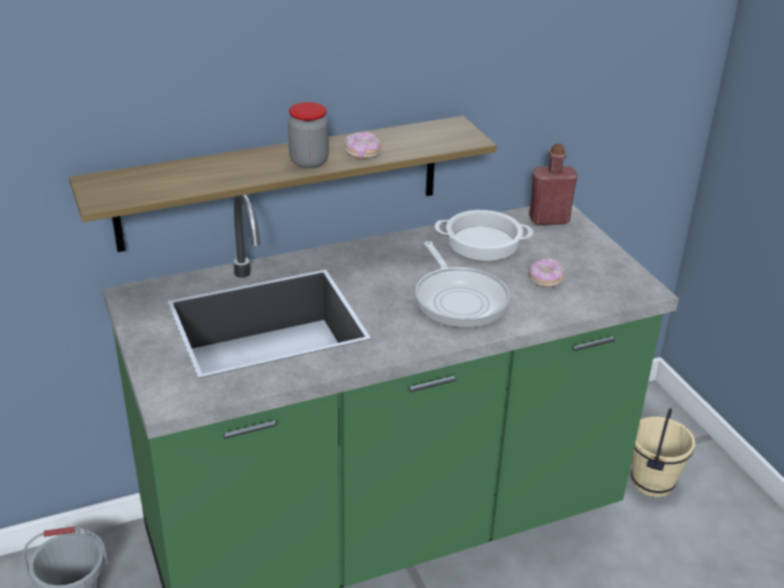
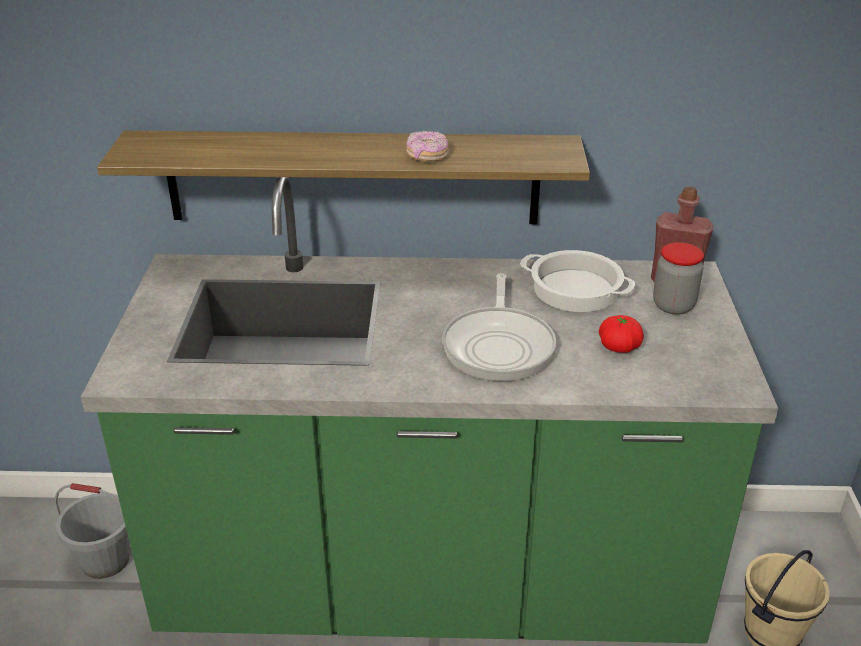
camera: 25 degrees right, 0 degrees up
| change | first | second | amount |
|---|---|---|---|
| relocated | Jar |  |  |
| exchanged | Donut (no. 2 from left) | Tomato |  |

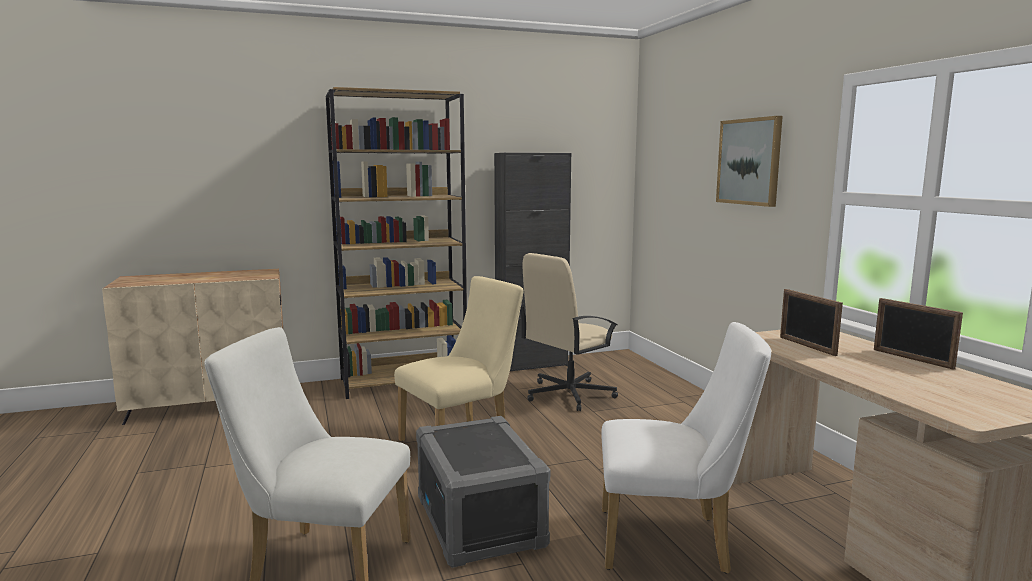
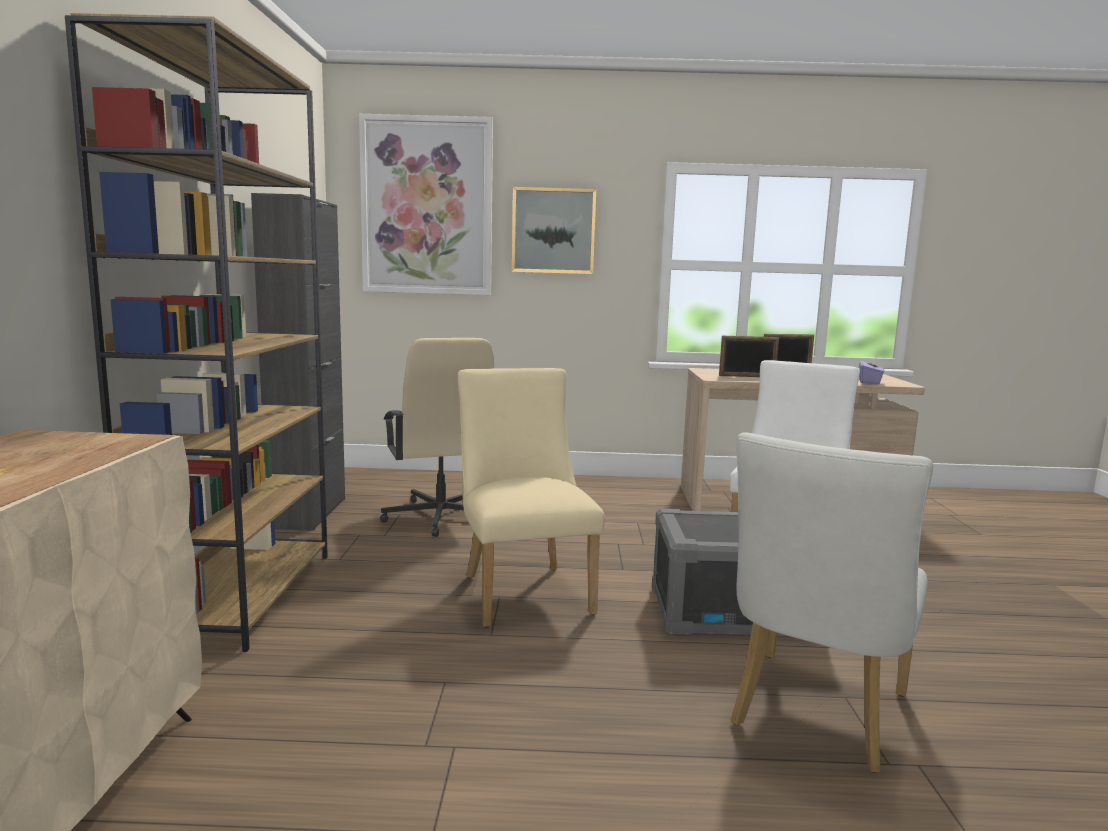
camera: 70 degrees left, 0 degrees up
| change | first | second | amount |
|---|---|---|---|
| appeared |  | Picture (no. 1 from left) |  |
| appeared |  | PurpleTissueBox |  |

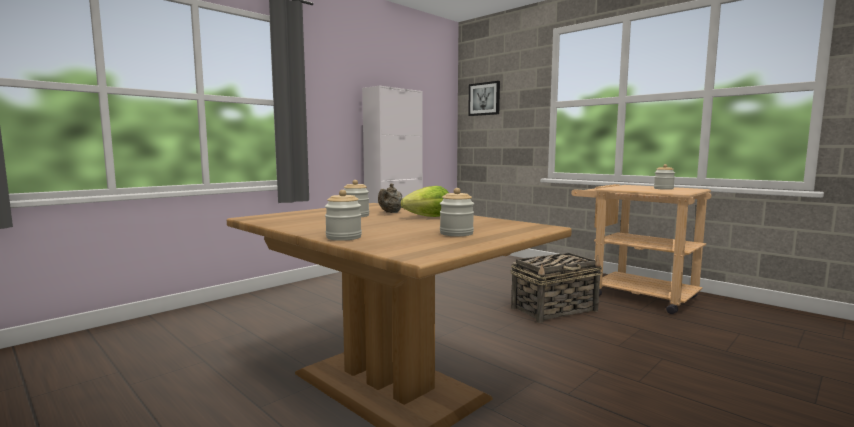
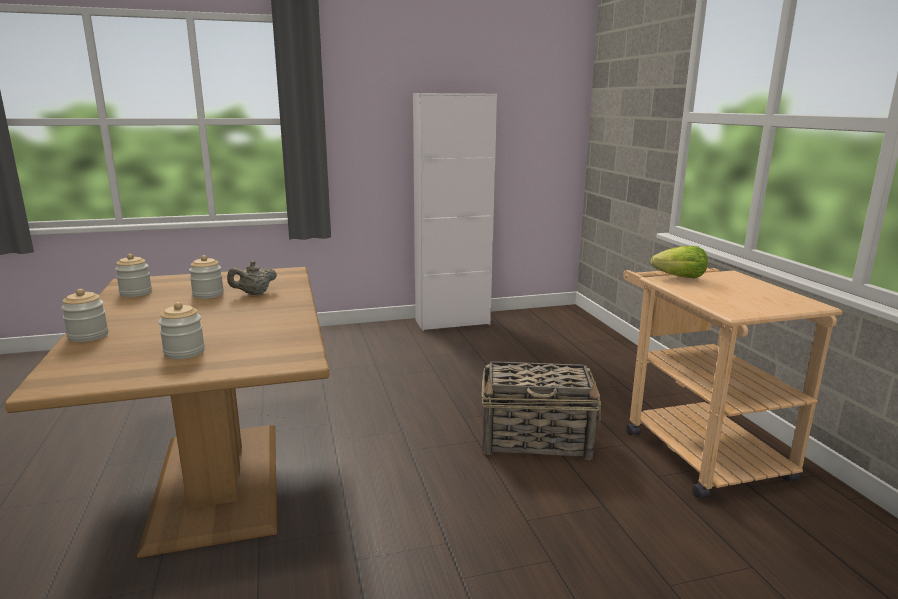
camera: 30 degrees right, 10 degrees up
| change | first | second | amount |
|---|---|---|---|
| missing | Picture |  |  |
| relocated | Jar (no. 4 from left in the first image) | Jar (no. 2 from left) |  |
| relocated | Lettuce |  |  |

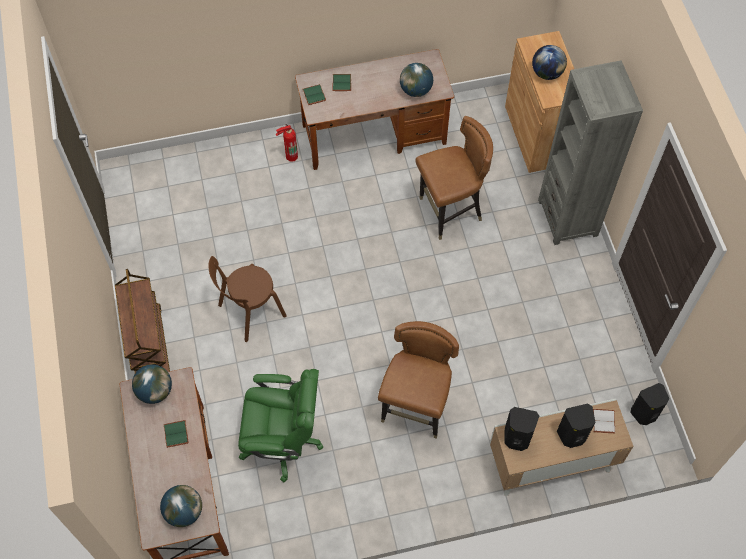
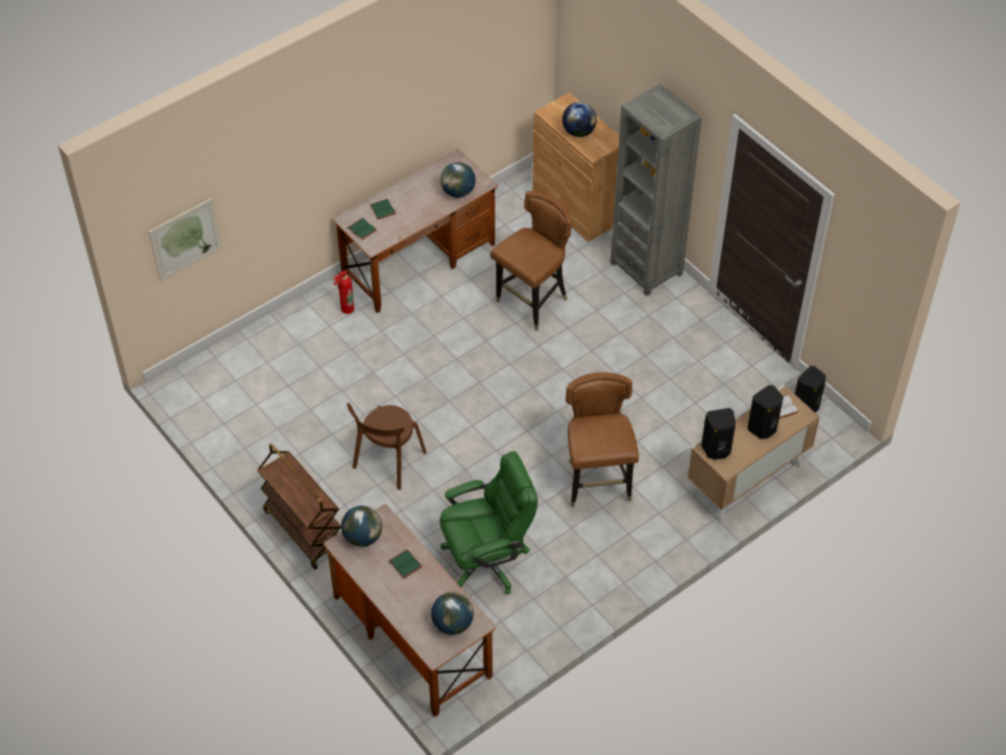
camera: 25 degrees left, 10 degrees down
| change | first | second | amount |
|---|---|---|---|
| appeared |  | Picture |  |

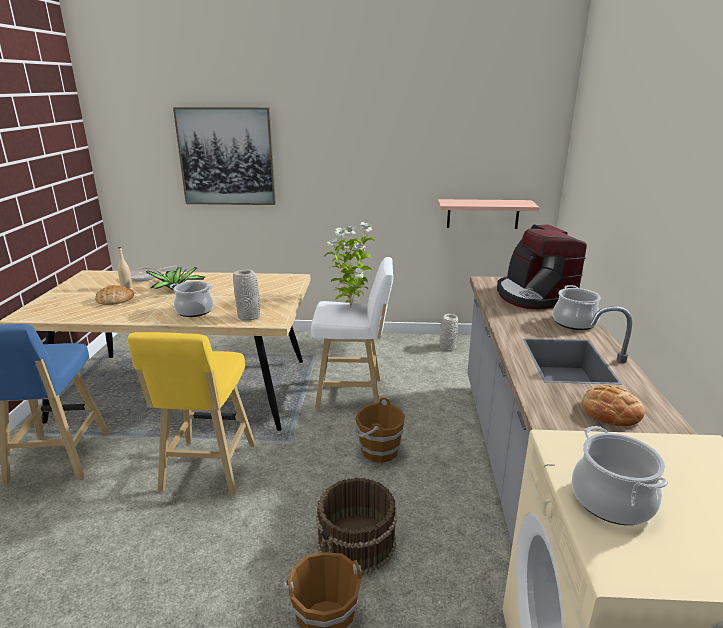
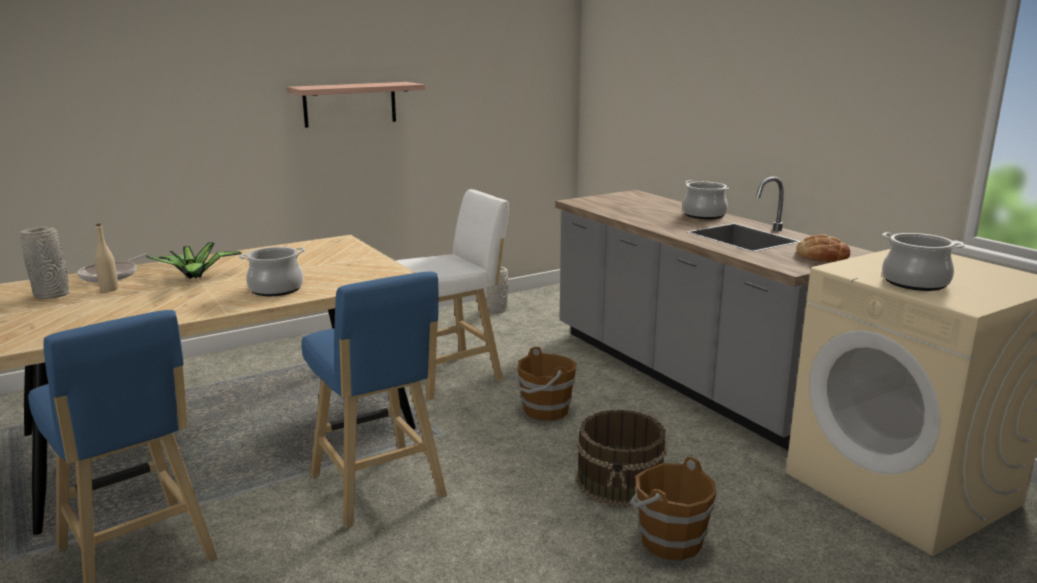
camera: 35 degrees left, 5 degrees down
| change | first | second | amount |
|---|---|---|---|
| missing | Picture |  |  |
| relocated | Shelf |  |  |
| missing | PottedPlant (no. 2 from left) |  |  |
| missing | CoffeeMachine |  |  |
| relocated | GreyVase (no. 1 from left) |  |  |
| missing | Bread (no. 1 from left) |  |  |
| colour | YellowStool | BlueStool (no. 2 from left) |  |

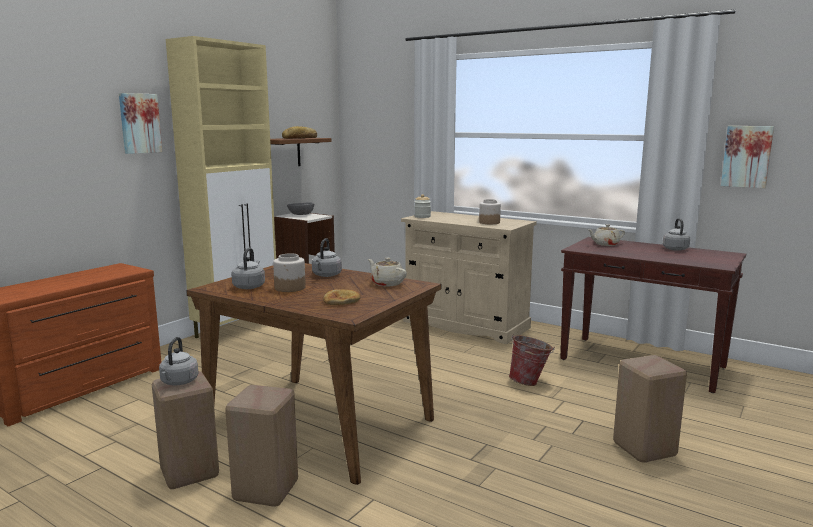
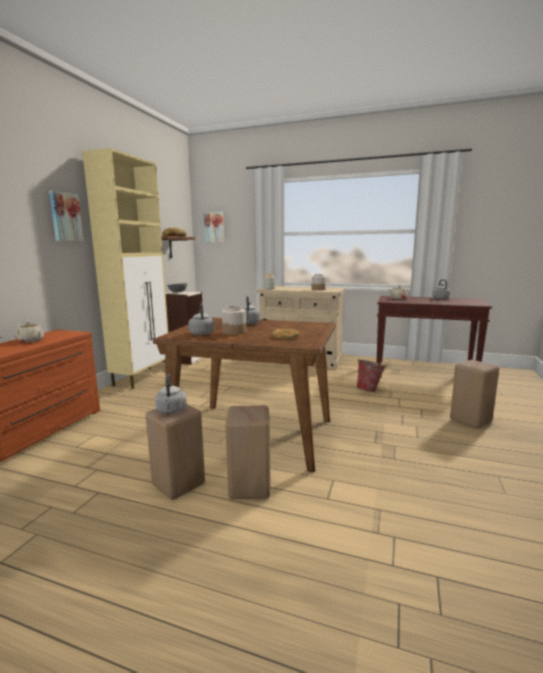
camera: 15 degrees left, 0 degrees up
| change | first | second | amount |
|---|---|---|---|
| relocated | Picture (no. 2 from left) |  |  |
| relocated | BeigeTeapot (no. 1 from left) |  |  |

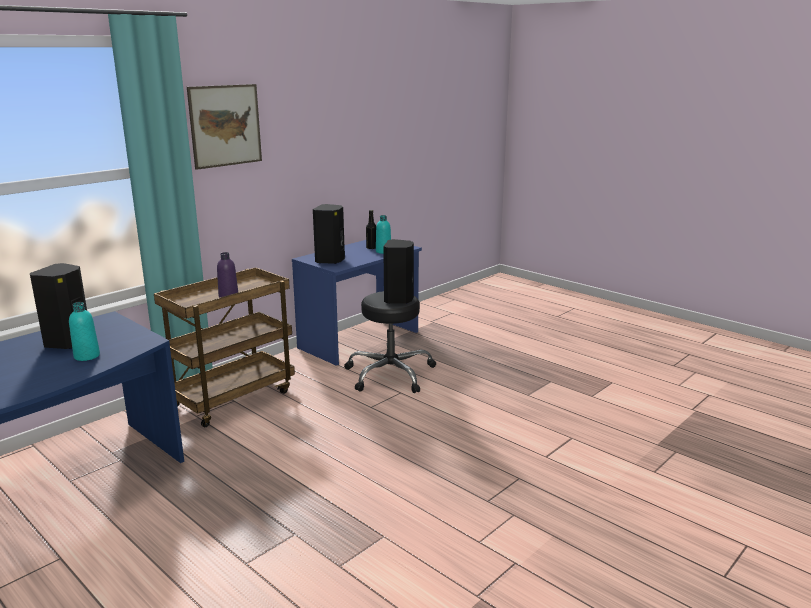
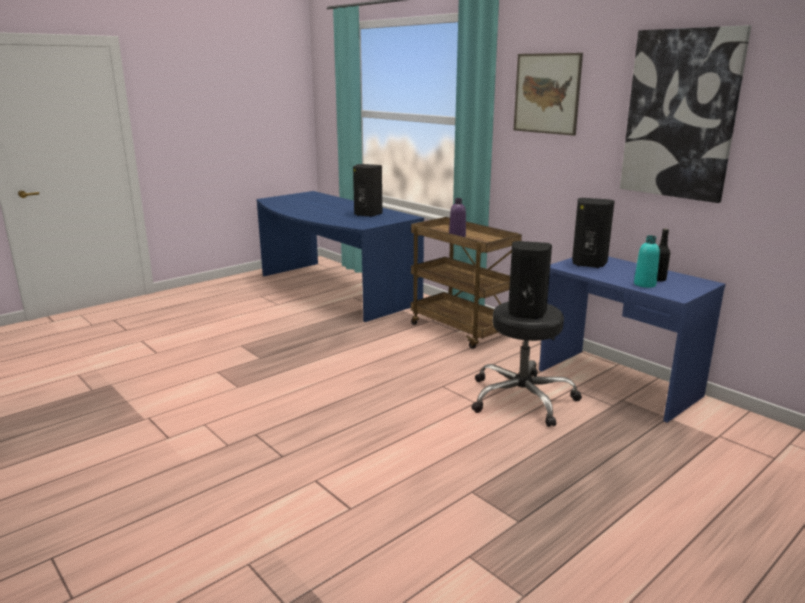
camera: 95 degrees right, 0 degrees up
| change | first | second | amount |
|---|---|---|---|
| missing | TurquoiseBottle (no. 1 from left) |  |  |
| appeared |  | Picture (no. 2 from left) |  |

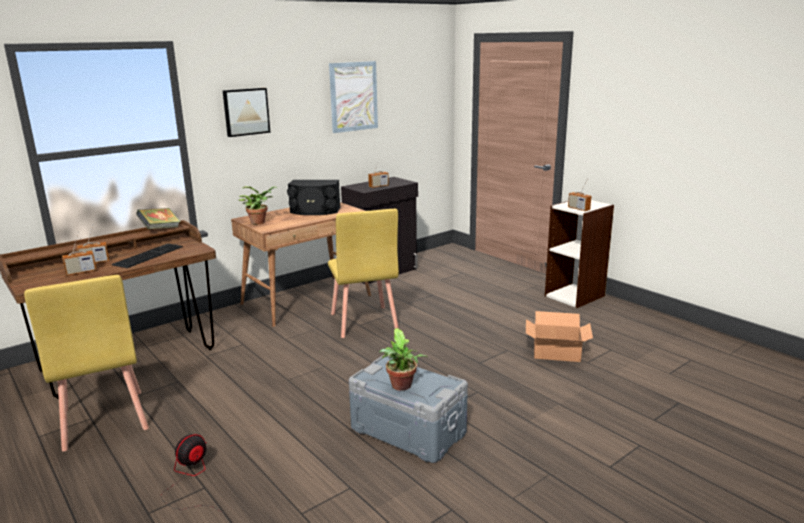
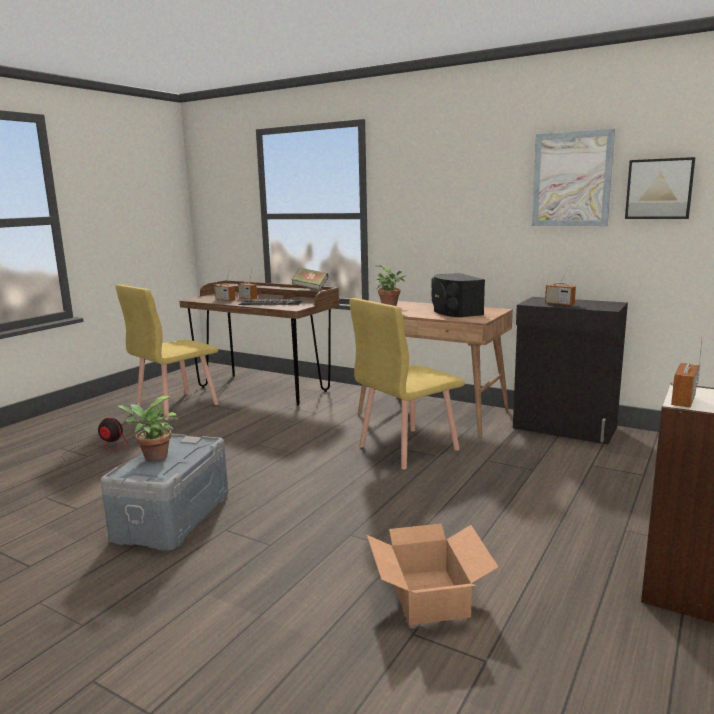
camera: 70 degrees right, 5 degrees down
| change | first | second | amount |
|---|---|---|---|
| relocated | Picture (no. 1 from left in the first image) | Picture (no. 2 from left) |  |

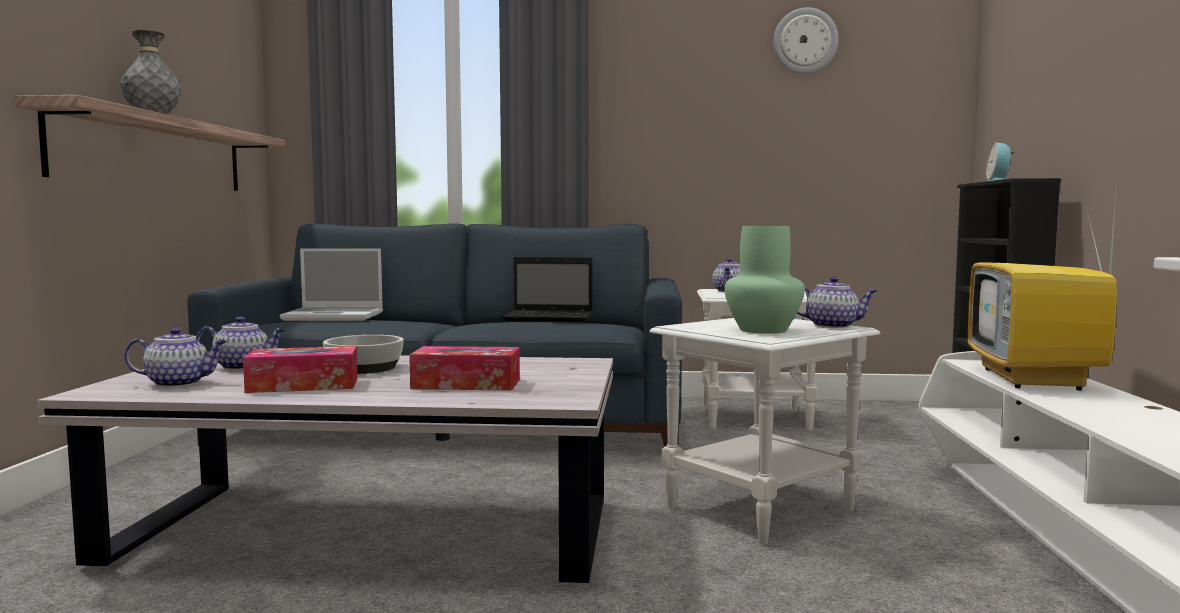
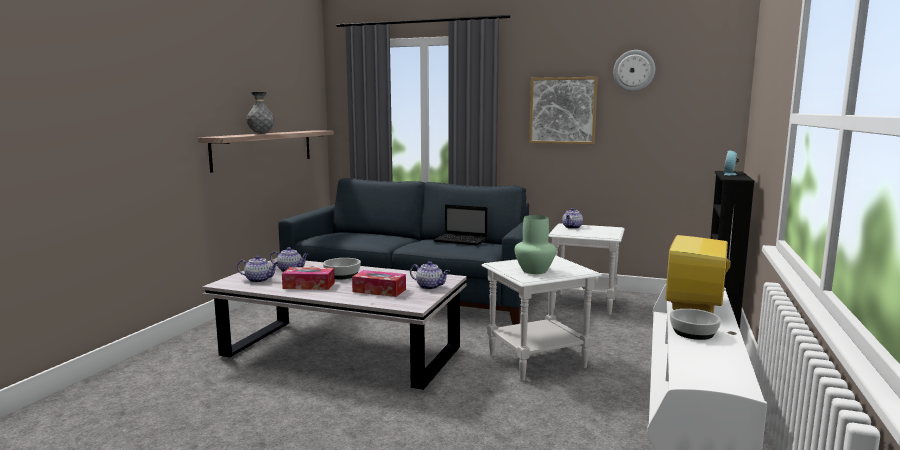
camera: 15 degrees right, 5 degrees up
| change | first | second | amount |
|---|---|---|---|
| missing | Laptop (no. 1 from left) |  |  |
| relocated | Teapot (no. 4 from left in the first image) | Teapot (no. 3 from left) |  |
| appeared |  | Picture |  |
| appeared |  | Bowl (no. 2 from left) |  |

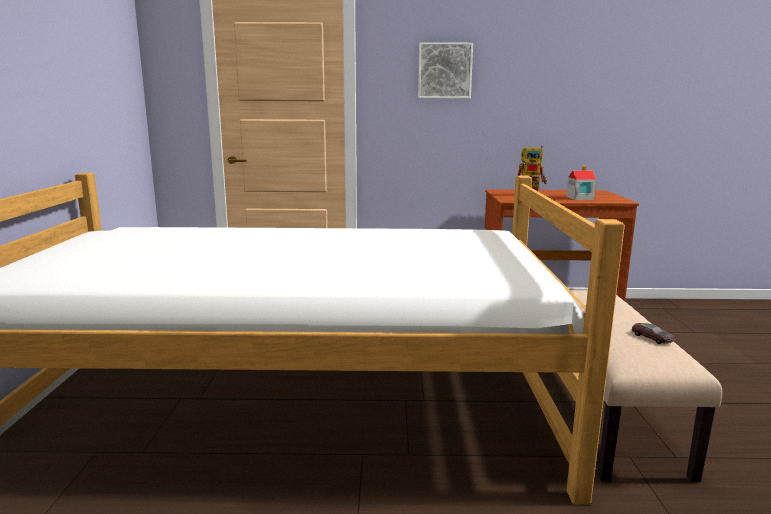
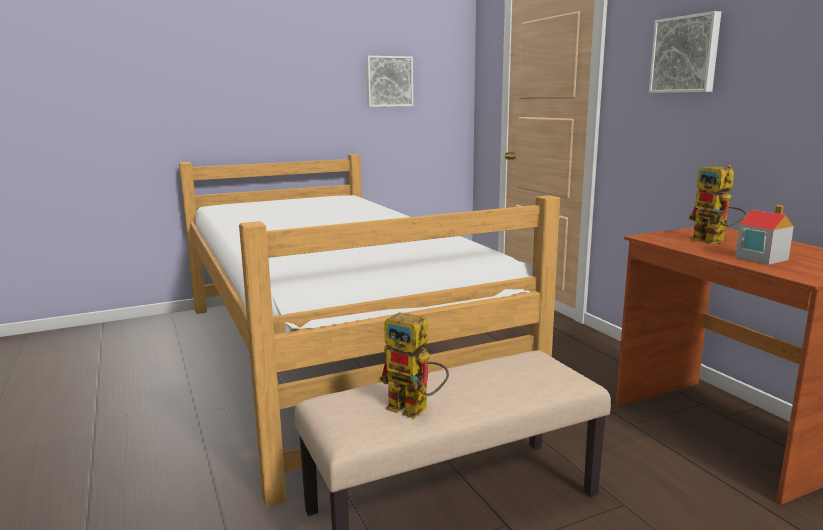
camera: 65 degrees right, 0 degrees up
| change | first | second | amount |
|---|---|---|---|
| exchanged | ToyCar | ToyRobot (no. 1 from left) |  |
| appeared |  | Picture (no. 1 from left) |  |

